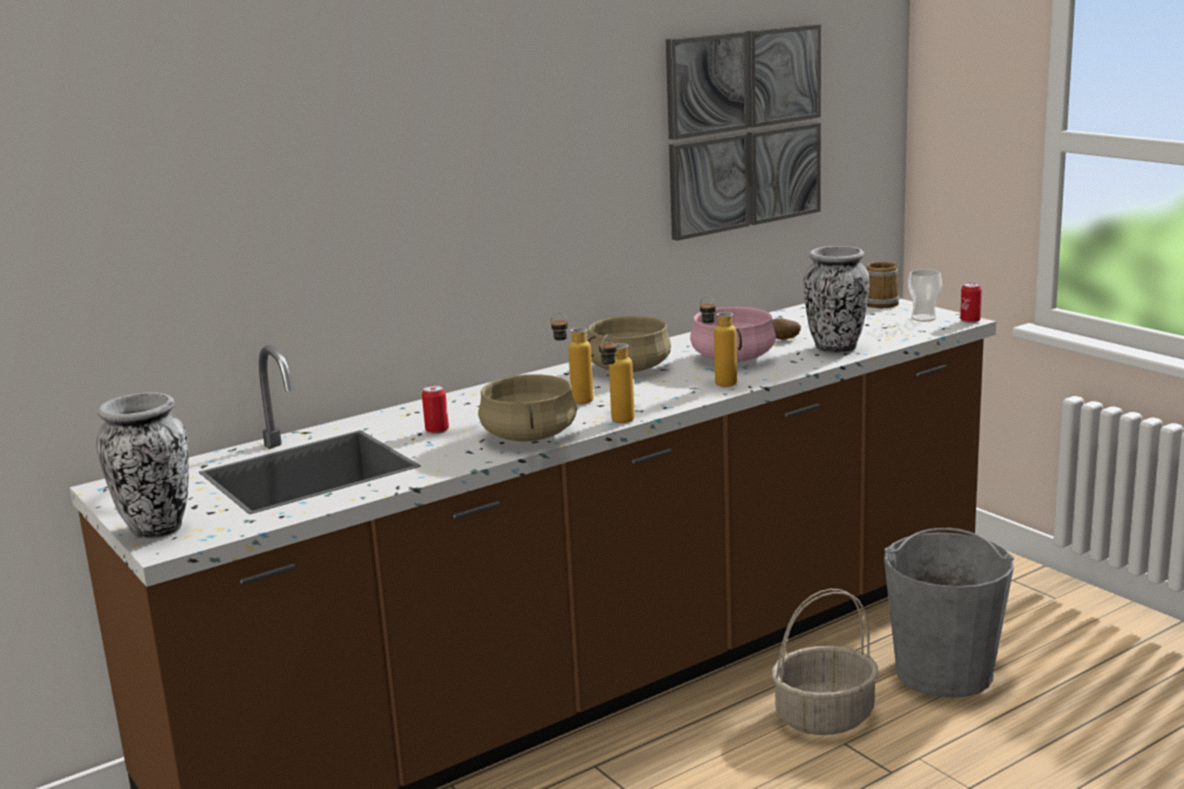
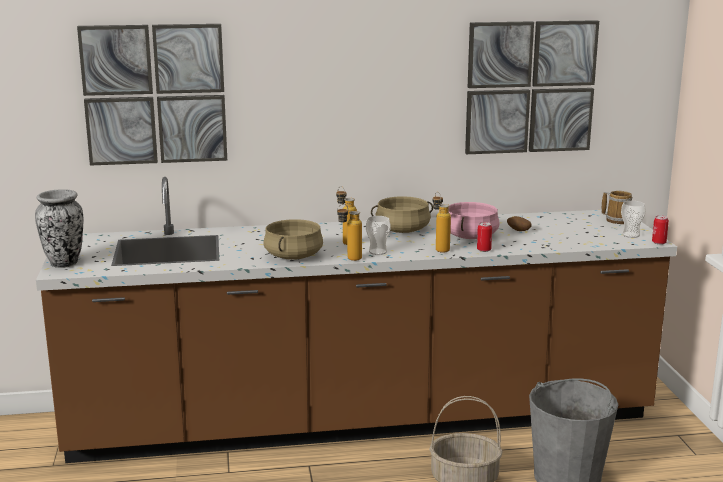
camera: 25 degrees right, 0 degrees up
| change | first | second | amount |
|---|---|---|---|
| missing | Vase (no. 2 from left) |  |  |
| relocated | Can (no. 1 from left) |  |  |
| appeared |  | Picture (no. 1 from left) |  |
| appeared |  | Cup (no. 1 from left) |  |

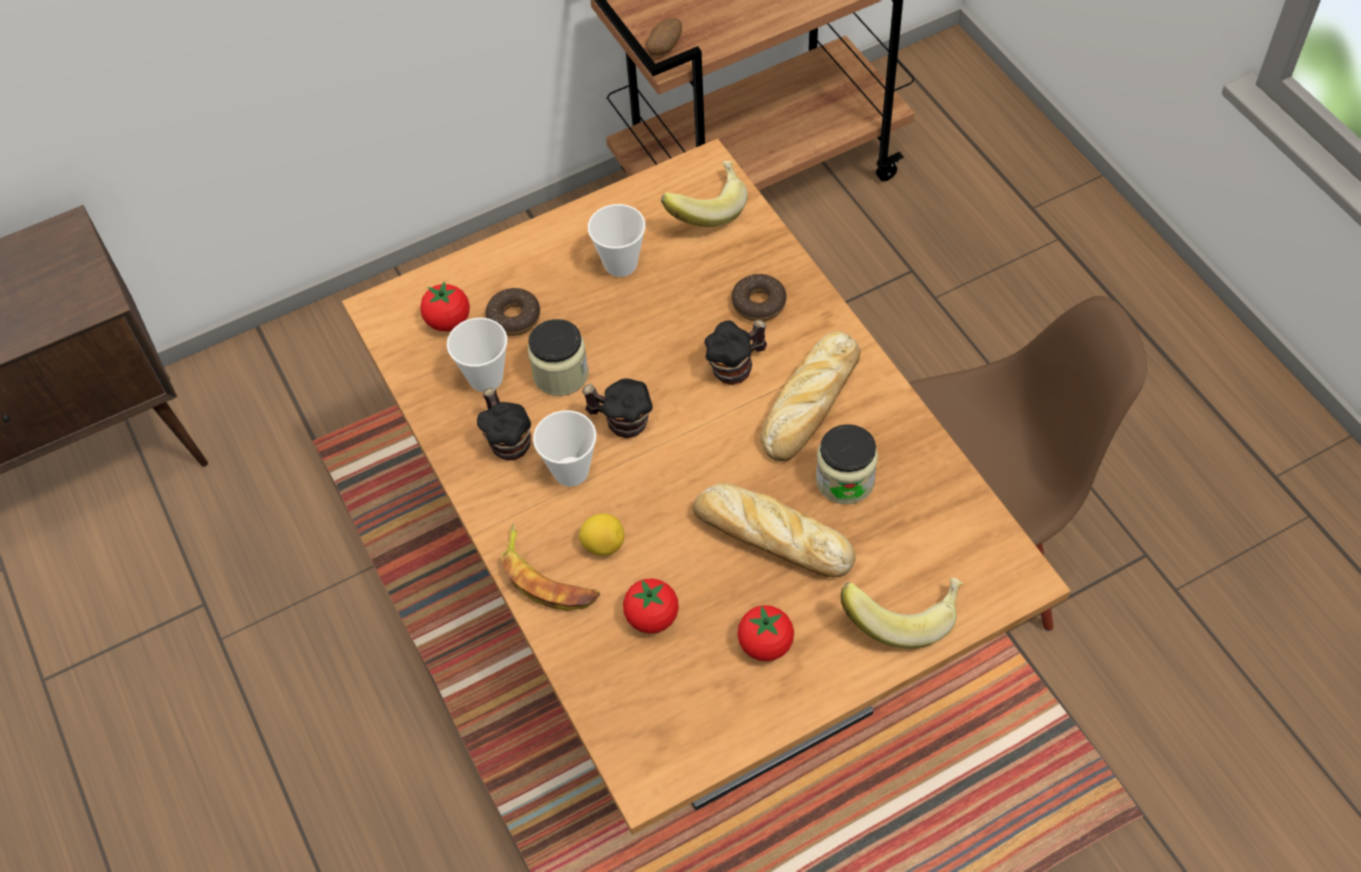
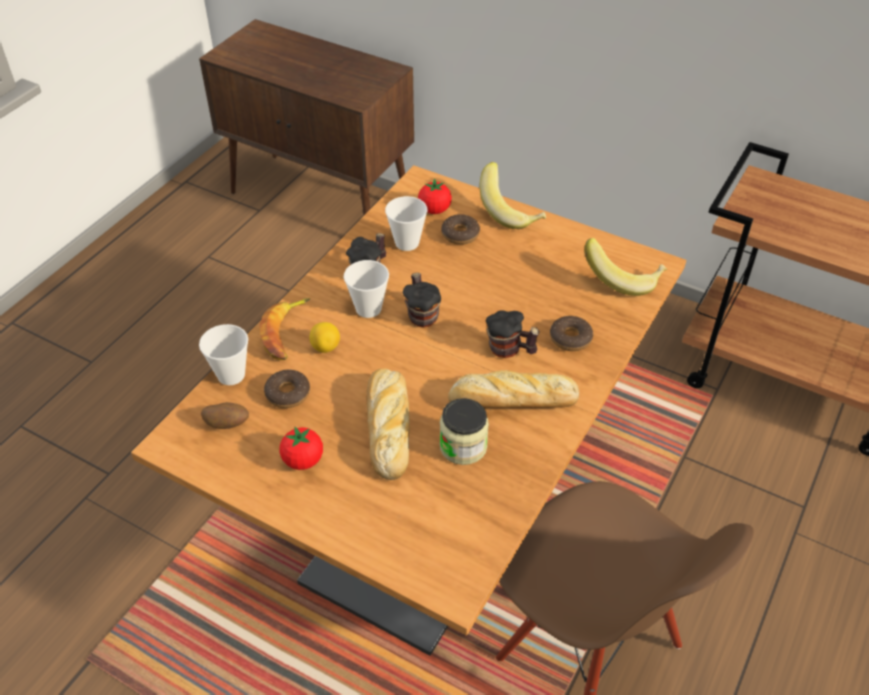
camera: 55 degrees right, 10 degrees down
| change | first | second | amount |
|---|---|---|---|
| relocated | Potato |  |  |
| relocated | Cup (no. 3 from left in the first image) | Cup (no. 1 from left) |  |
| missing | Jar (no. 1 from left) |  |  |
| exchanged | Tomato (no. 2 from left) | Donut (no. 1 from left) |  |
| relocated | Banana (no. 3 from left in the first image) | Banana (no. 2 from left) |  |

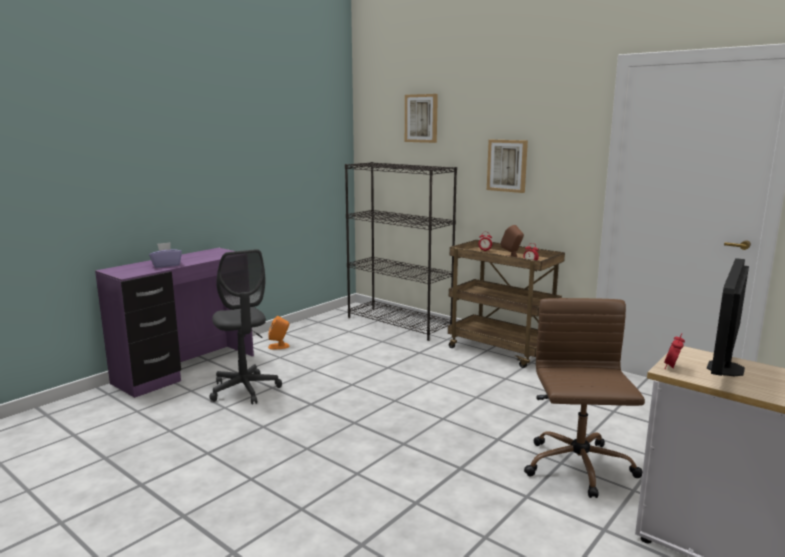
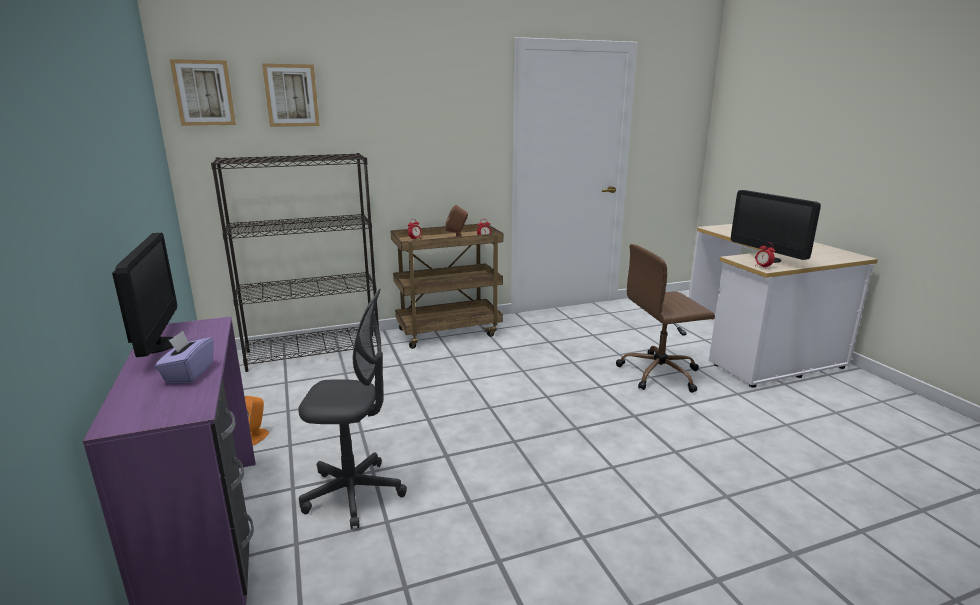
camera: 60 degrees left, 5 degrees up
| change | first | second | amount |
|---|---|---|---|
| relocated | Picture (no. 2 from left in the first image) | Picture (no. 1 from left) |  |
| spun | BrownOfficeChair |  | 45 degrees counterclockwise |
| appeared |  | Monitor (no. 1 from left) |  |

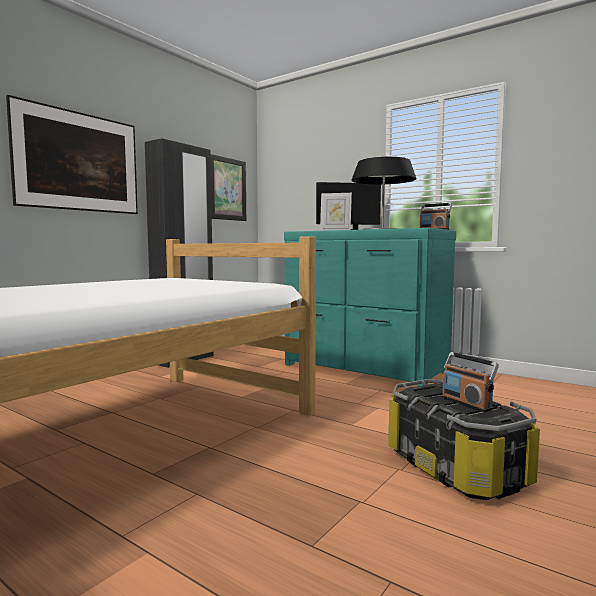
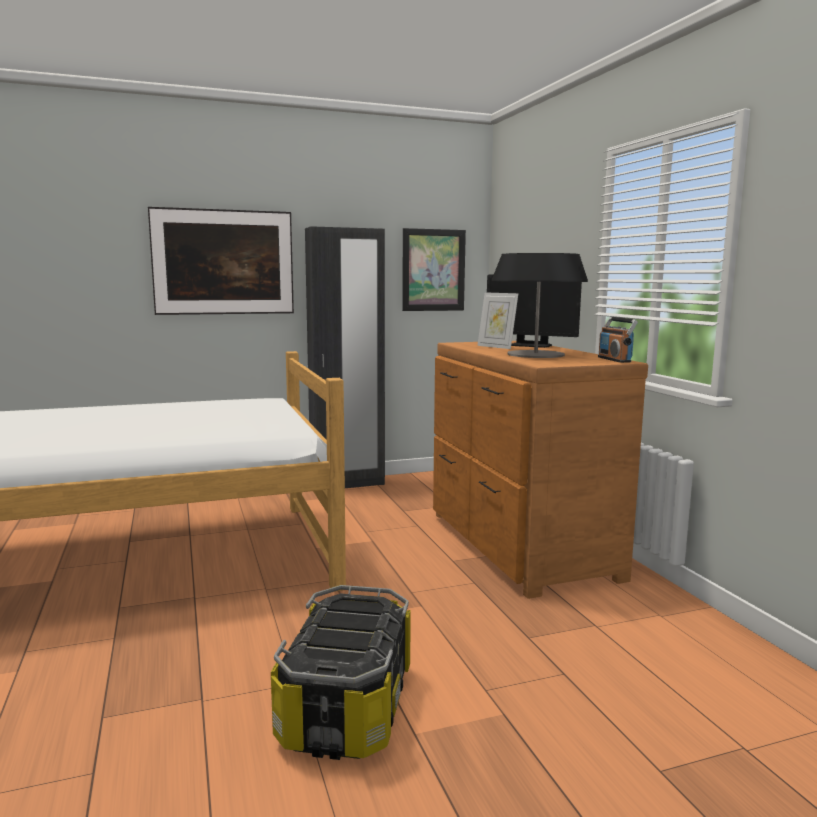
camera: 35 degrees right, 5 degrees up
| change | first | second | amount |
|---|---|---|---|
| colour | TurquoiseDresser | BrownDresser |  |
| missing | Radio (no. 2 from left) |  |  |

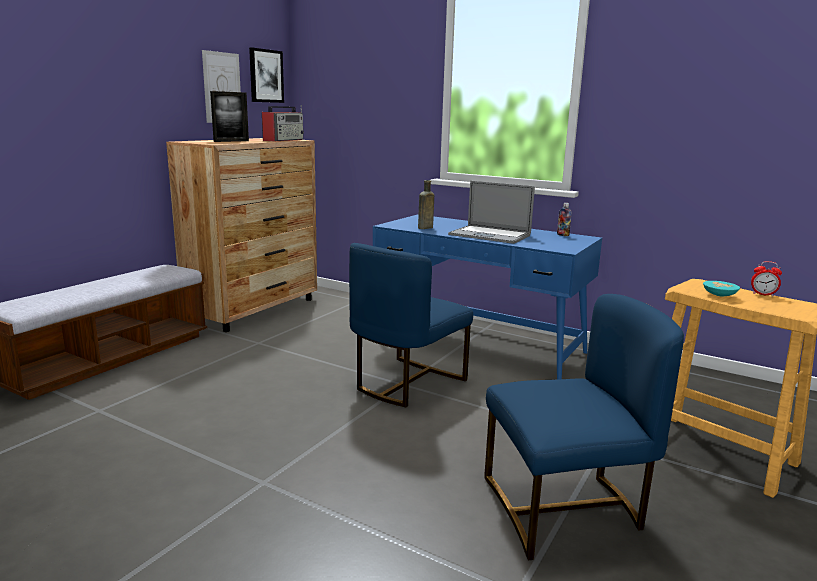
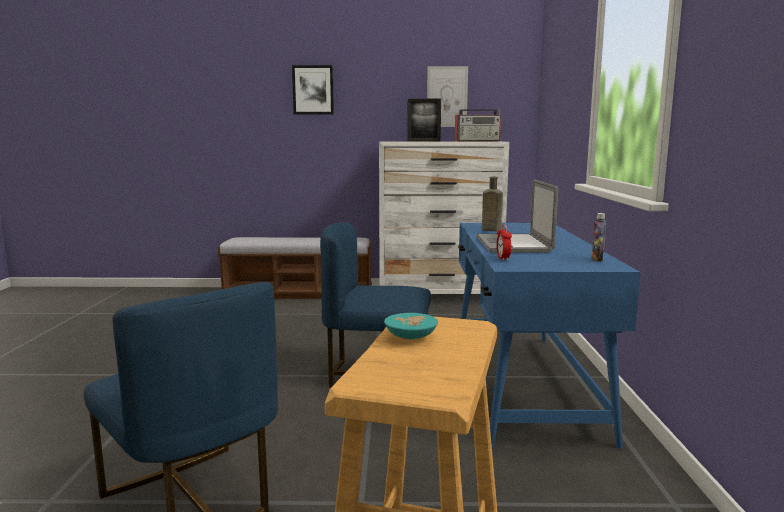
camera: 60 degrees right, 5 degrees down
| change | first | second | amount |
|---|---|---|---|
| relocated | Picture (no. 2 from left in the first image) | Picture (no. 1 from left) |  |
| colour | BrownDresser | WhiteDresser |  |
| relocated | AlarmClock |  |  |

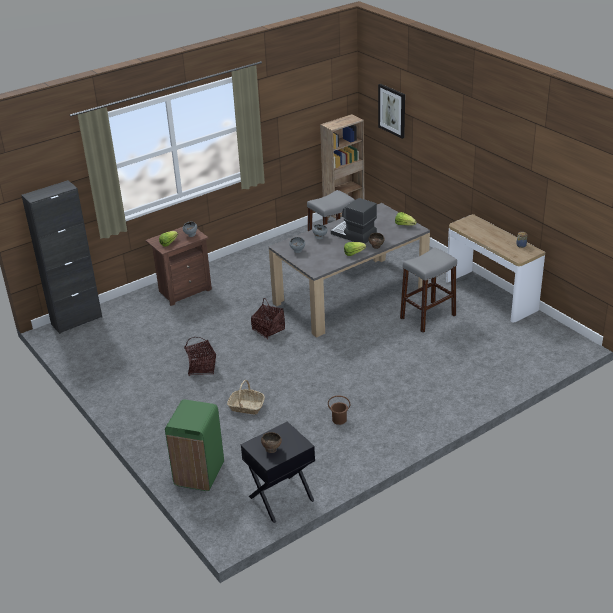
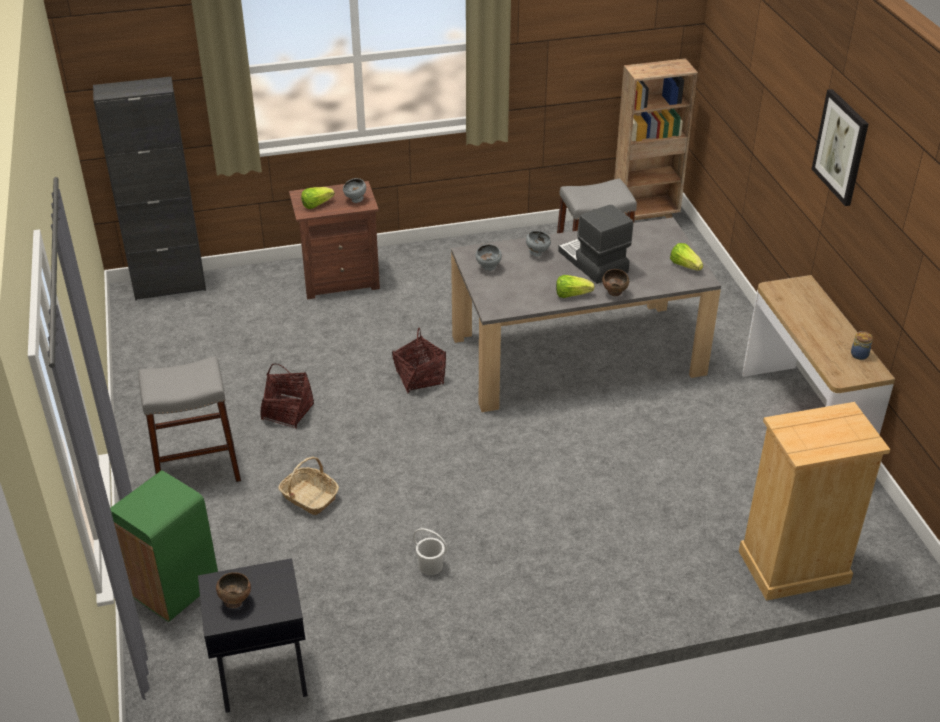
camera: 20 degrees right, 5 degrees up
| change | first | second | amount |
|---|---|---|---|
| relocated | Picture |  |  |
| relocated | GreyStool (no. 2 from left in the first image) | GreyStool (no. 1 from left) |  |
| colour | BrownBucket | WhiteBucket |  |
| appeared |  | BeigeDresser |  |

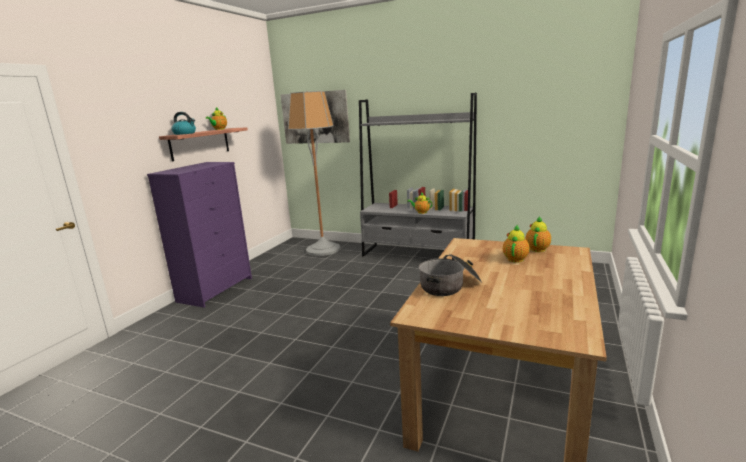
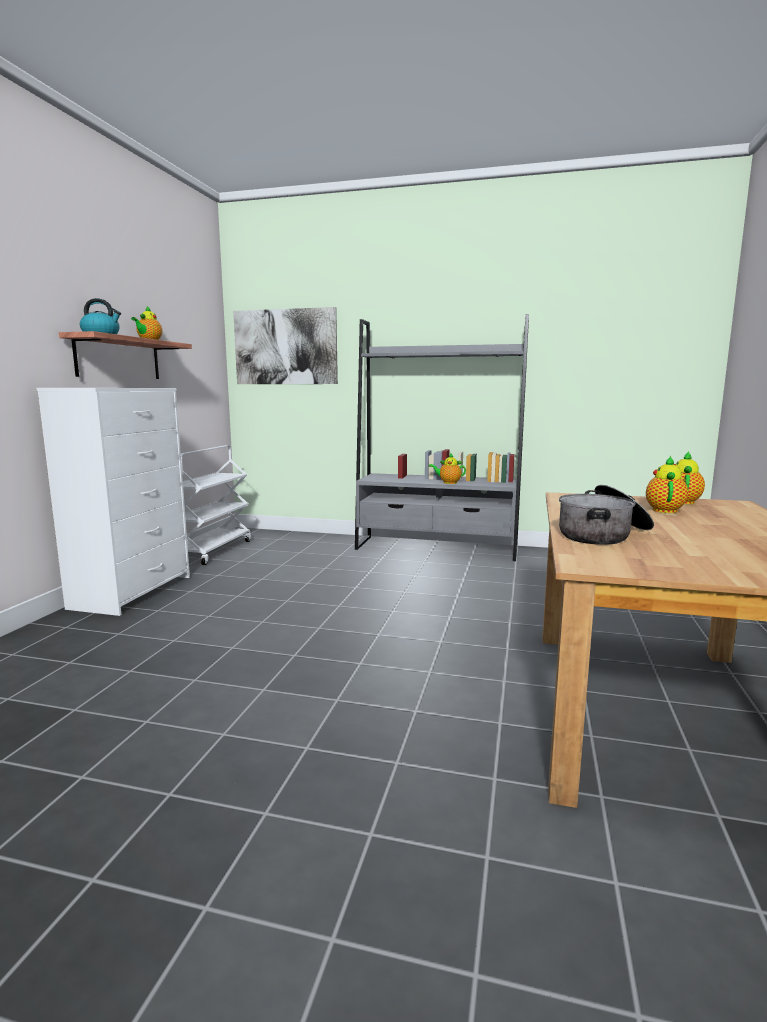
camera: 10 degrees left, 5 degrees down
| change | first | second | amount |
|---|---|---|---|
| missing | FloorLamp |  |  |
| colour | PurpleDresser | WhiteDresser |  |
| appeared |  | WhiteCart |  |

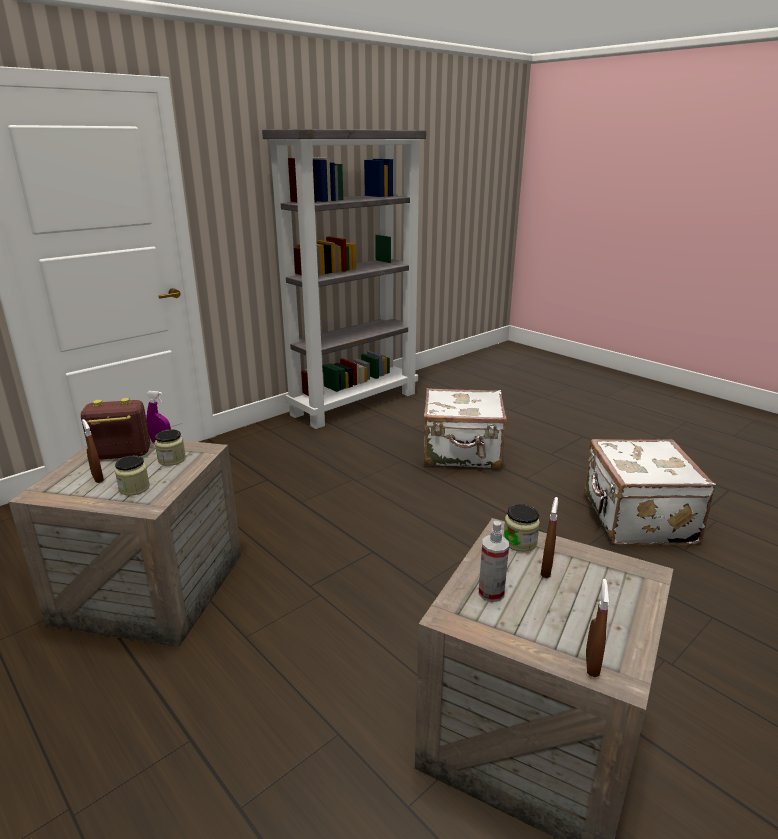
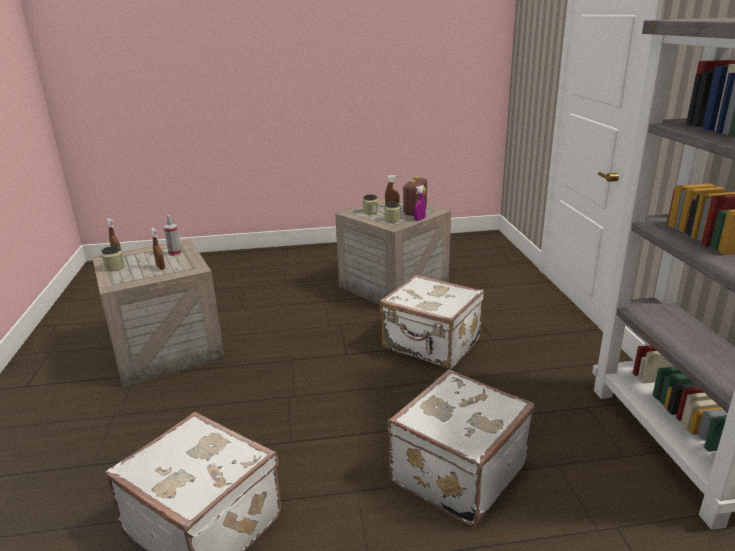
camera: 125 degrees right, 0 degrees up
| change | first | second | amount |
|---|---|---|---|
| relocated | Jar (no. 3 from left in the first image) | Jar (no. 1 from left) |  |
| appeared |  | WhiteSuitcase (no. 2 from left) |  |

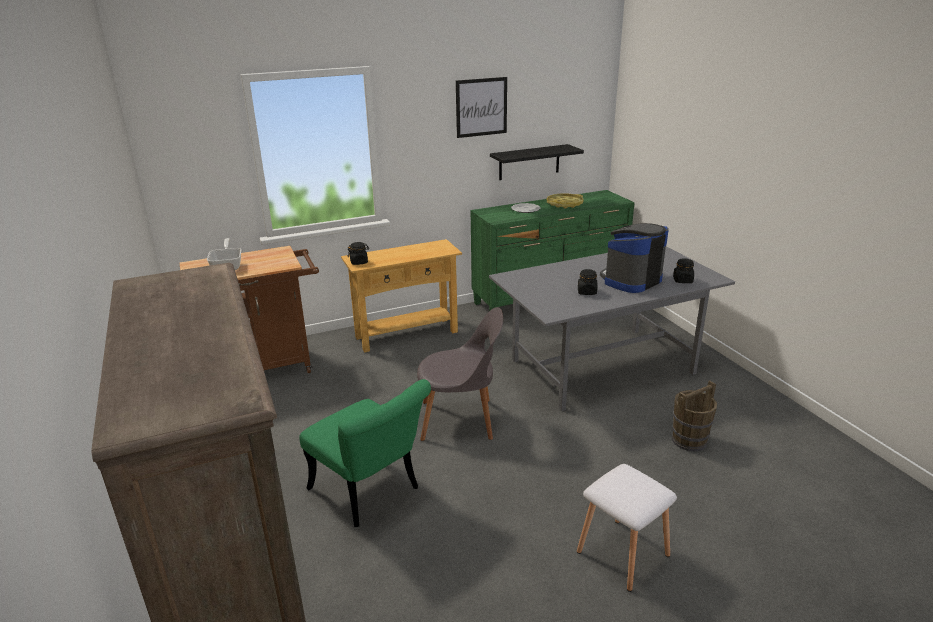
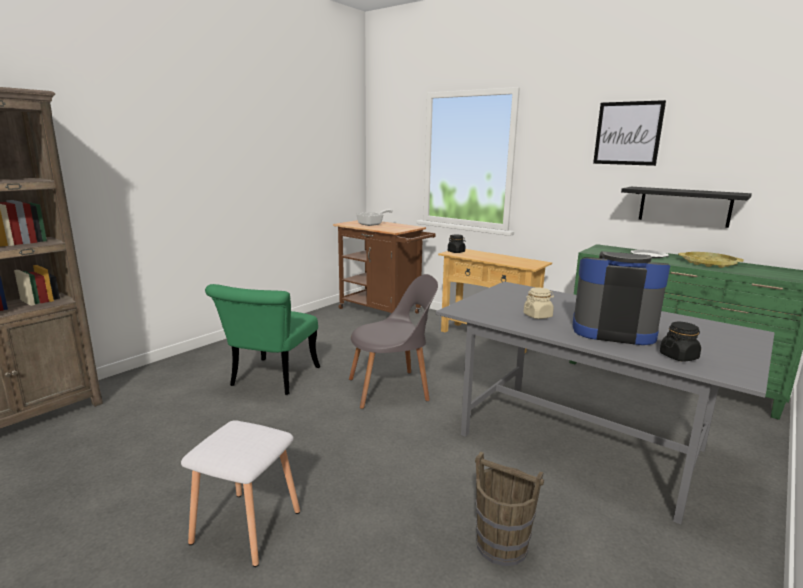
camera: 60 degrees right, 10 degrees down
| change | first | second | amount |
|---|---|---|---|
| colour | BlackJar (no. 2 from left) | BeigeJar |  |
| spun | GreyChair |  | 75 degrees counterclockwise |

